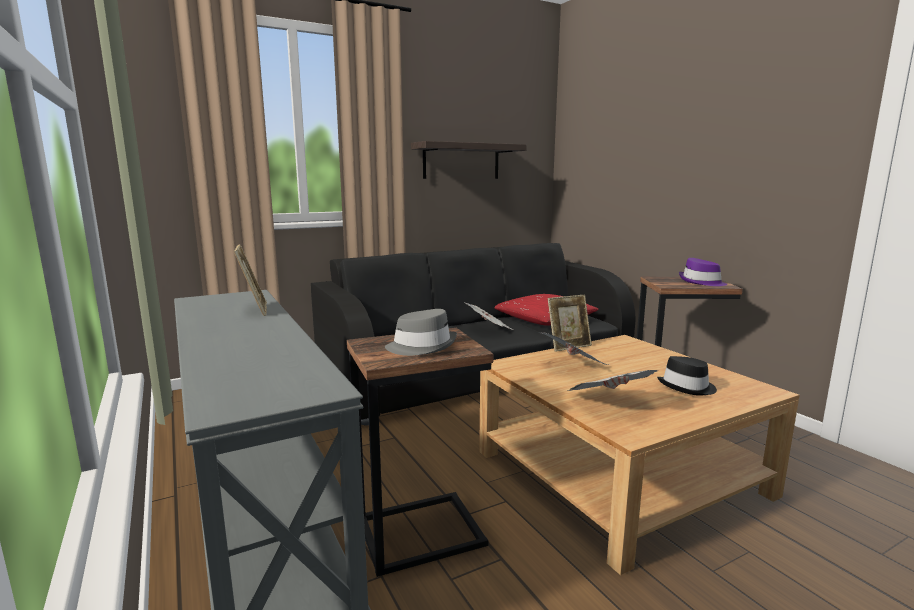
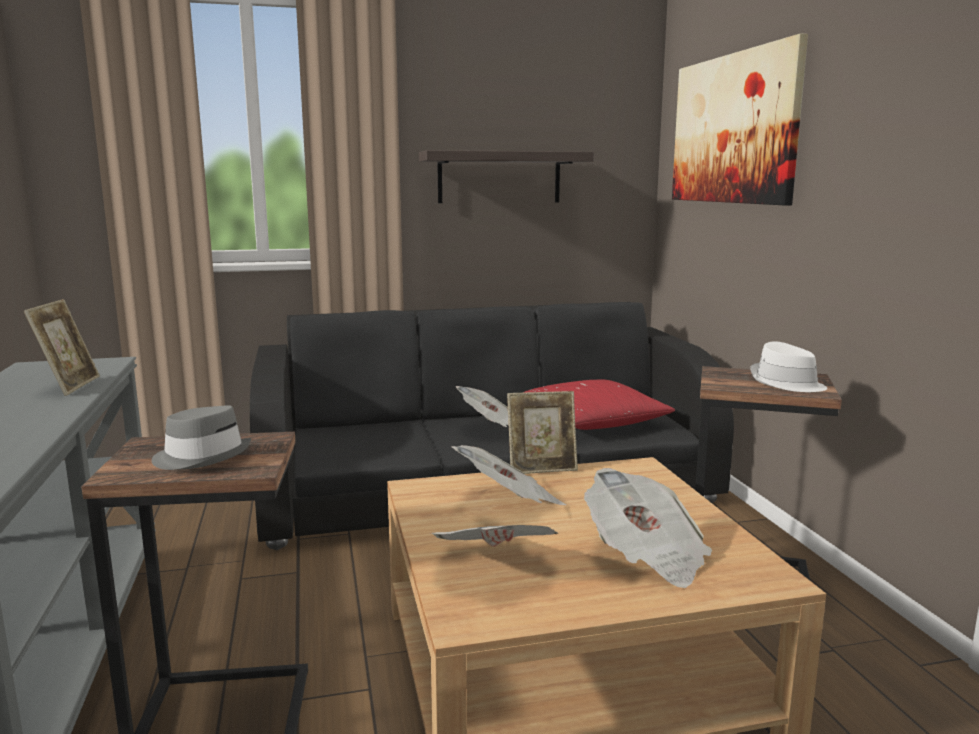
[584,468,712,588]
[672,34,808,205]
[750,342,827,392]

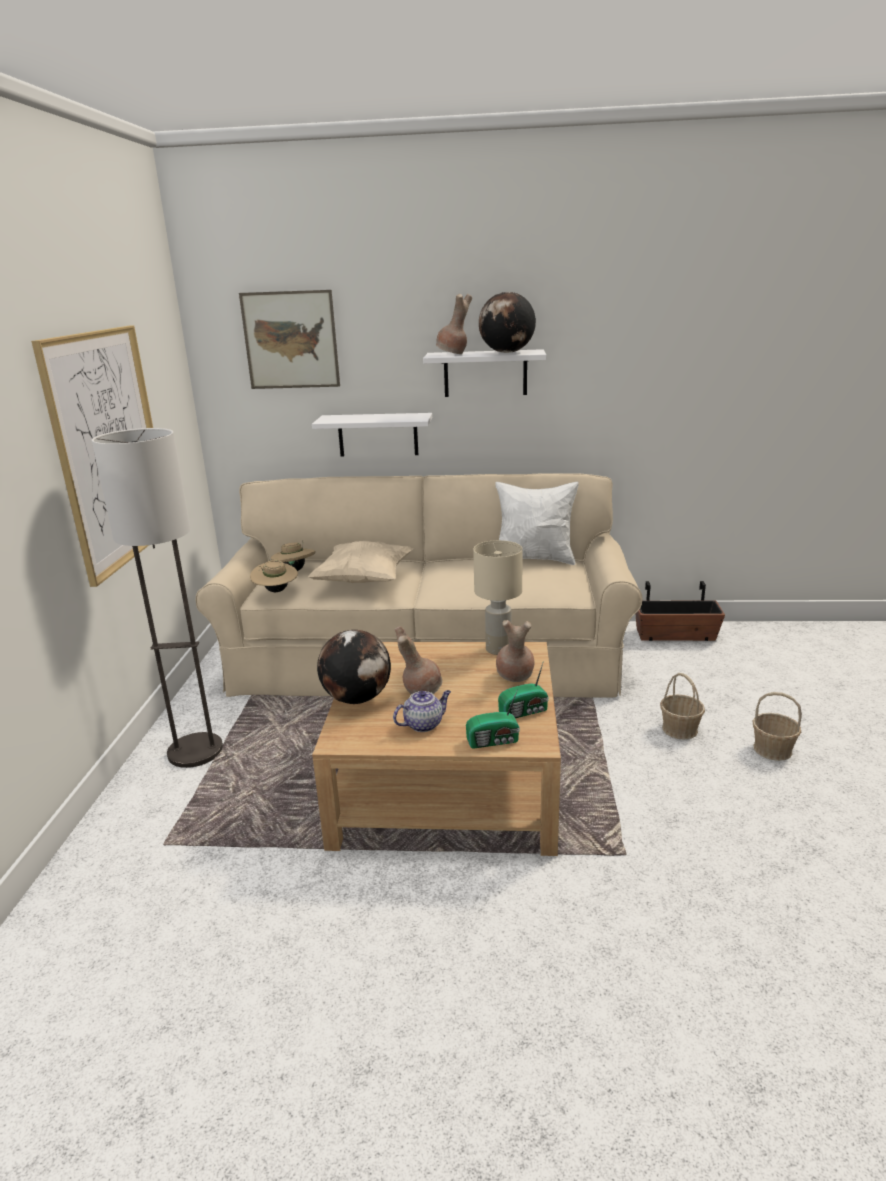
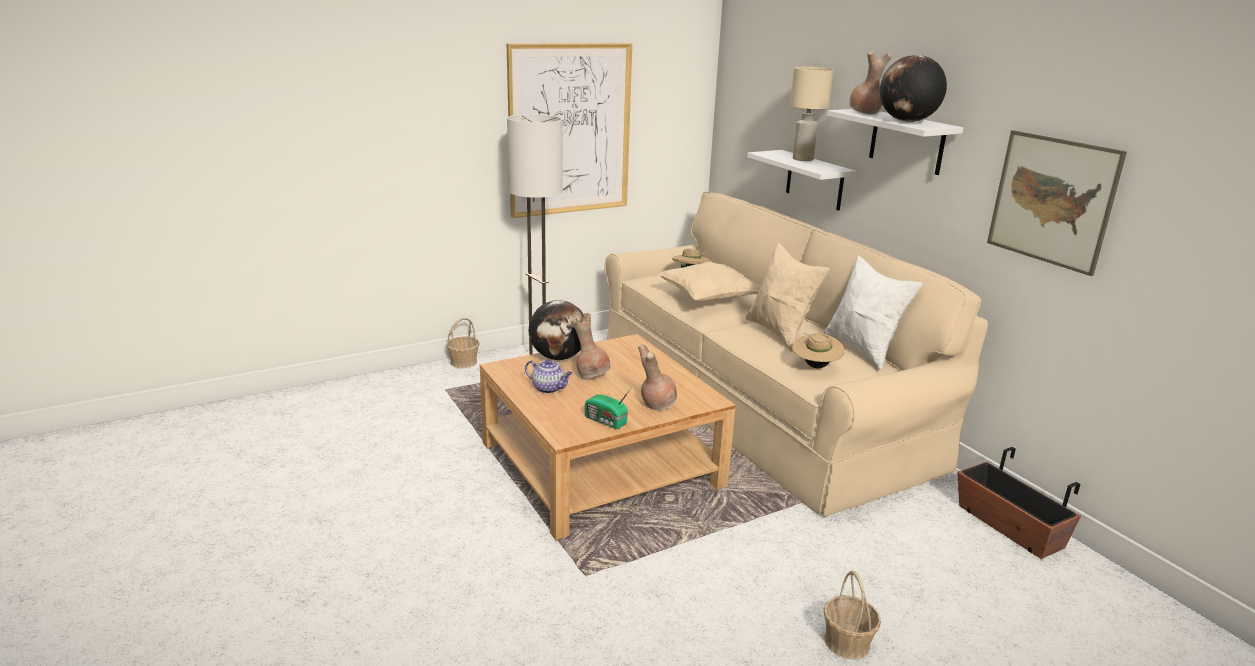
[446,318,480,368]
[746,242,830,352]
[790,67,834,161]
[792,333,844,368]
[987,130,1127,276]
[466,689,520,749] (first image)

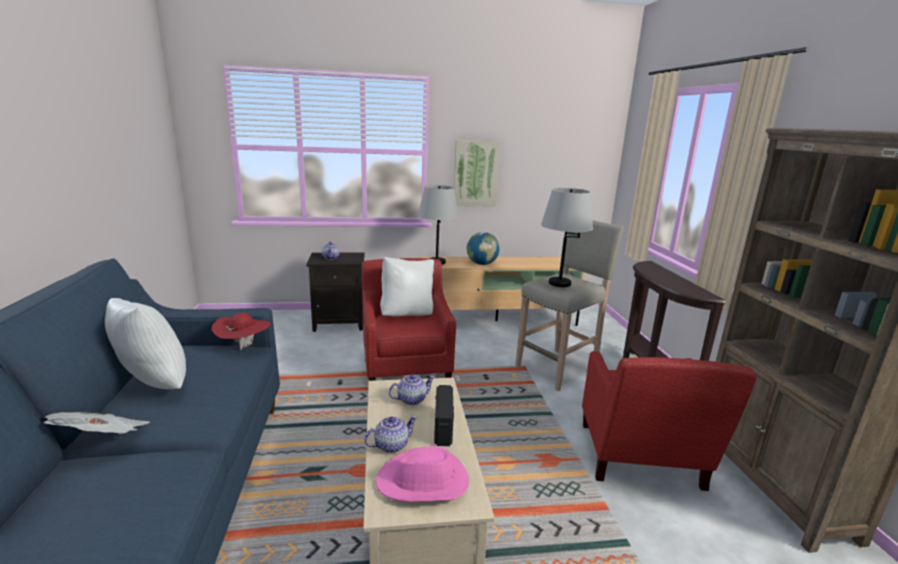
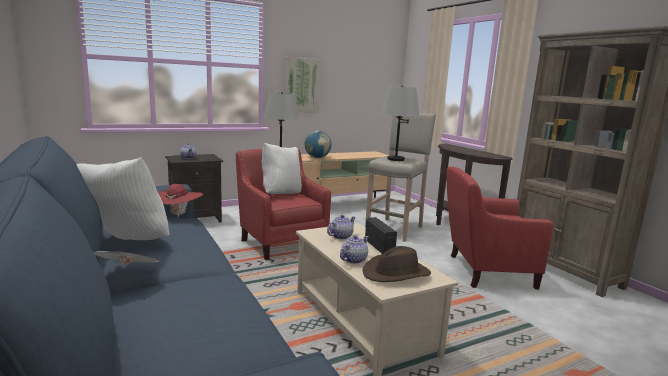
[362,246,431,282]
[446,166,553,289]

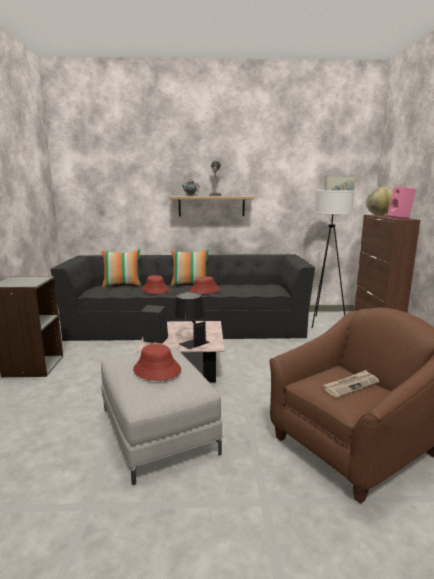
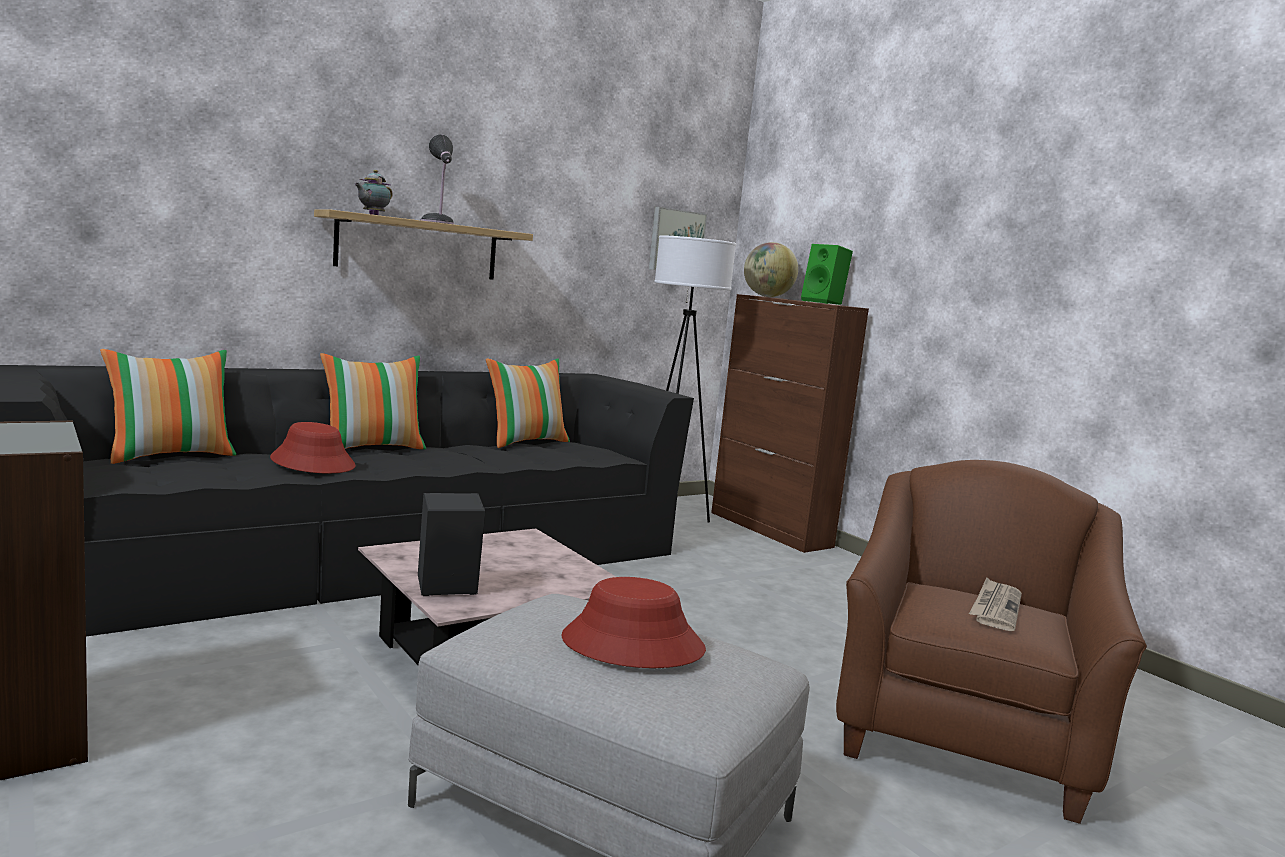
[486,359,570,448]
[801,244,853,305]
[174,292,210,349] (first image)
[189,276,220,295] (first image)

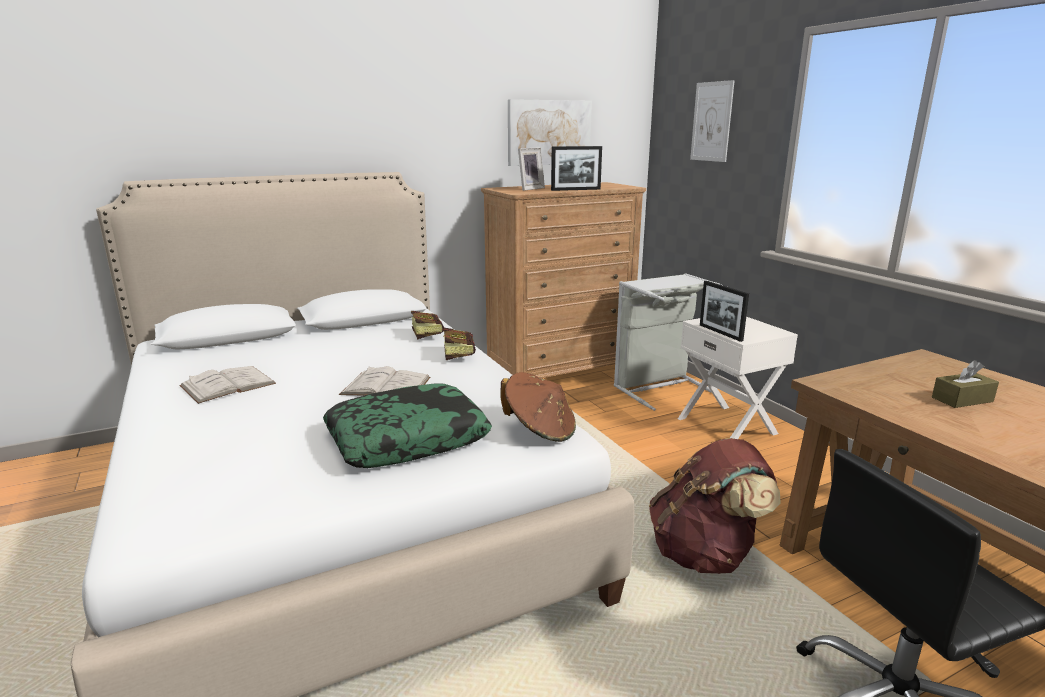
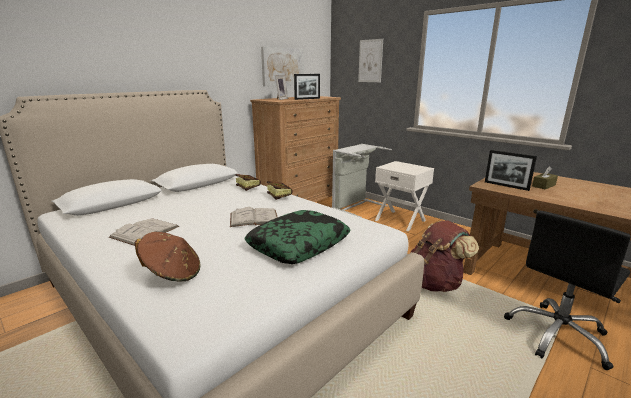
[135,232,201,281]
[485,150,537,191]

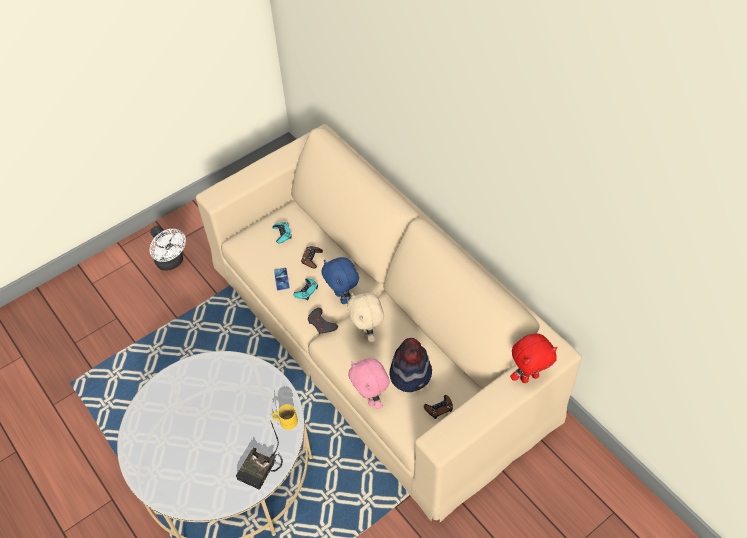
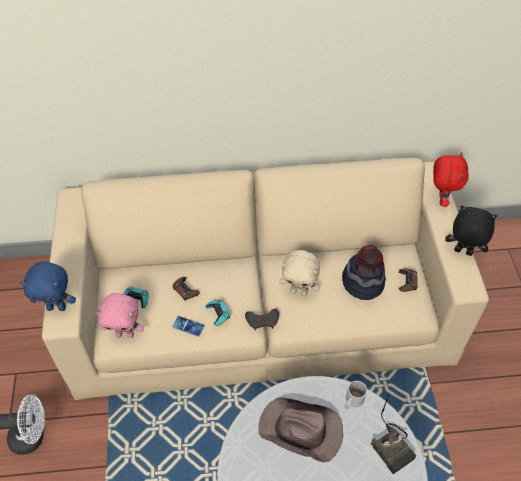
[20,262,76,311]
[96,293,144,338]
[259,397,343,463]
[345,381,367,409]
[445,206,497,256]

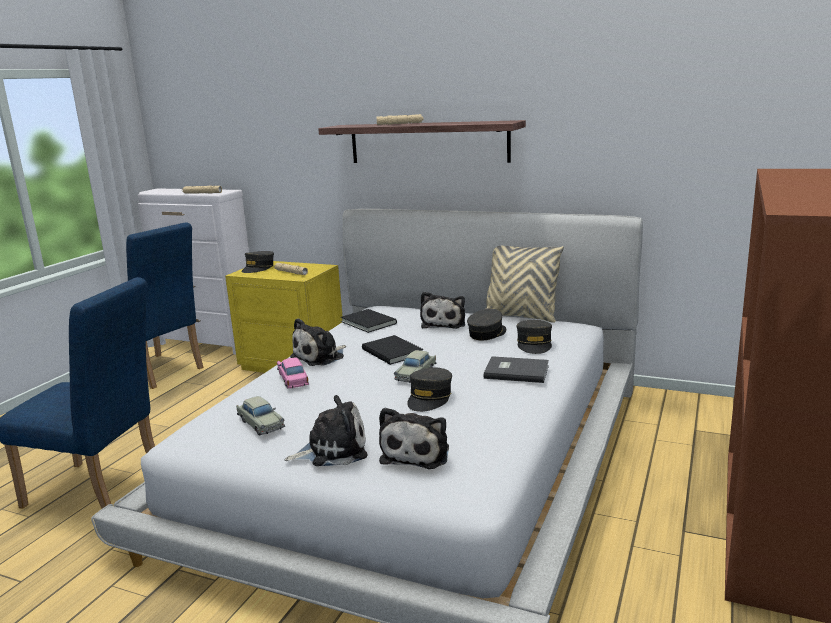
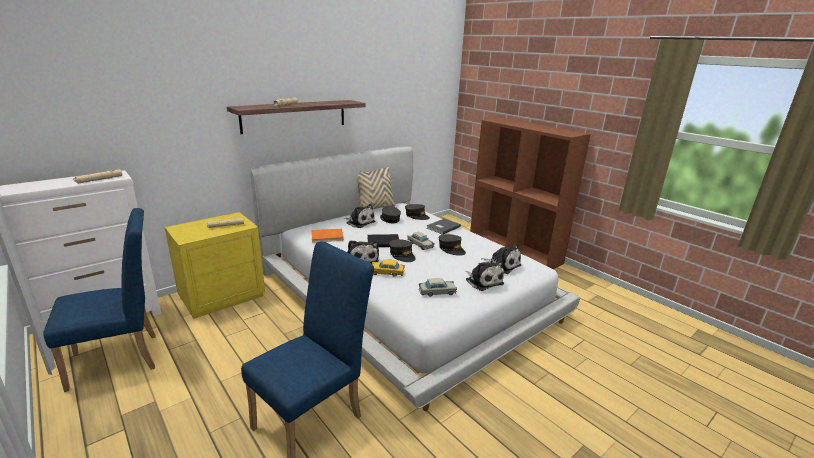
[311,229,344,242]
[372,259,405,277]
[389,239,416,262]
[465,260,504,291]

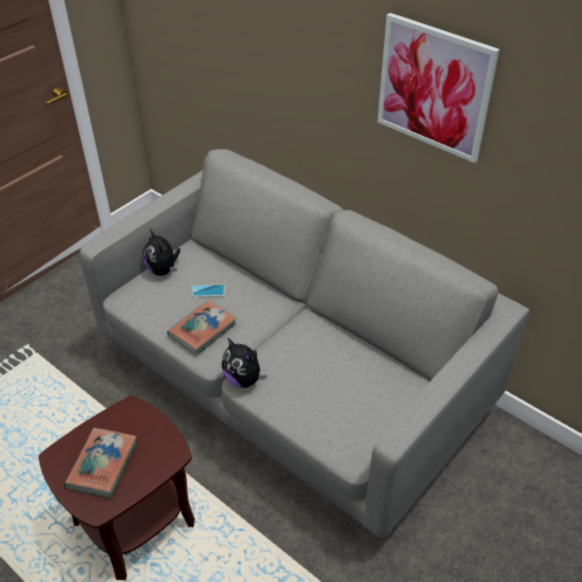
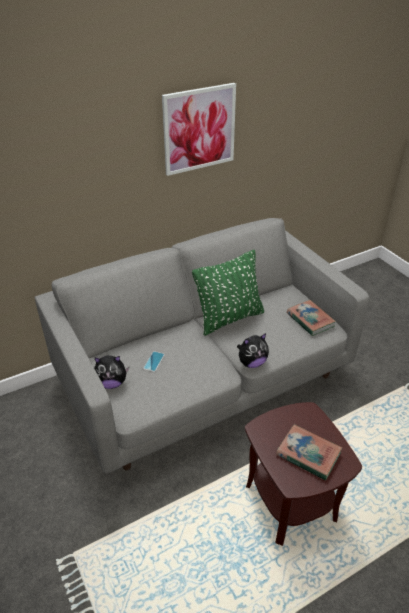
[192,250,264,336]
[287,300,336,336]

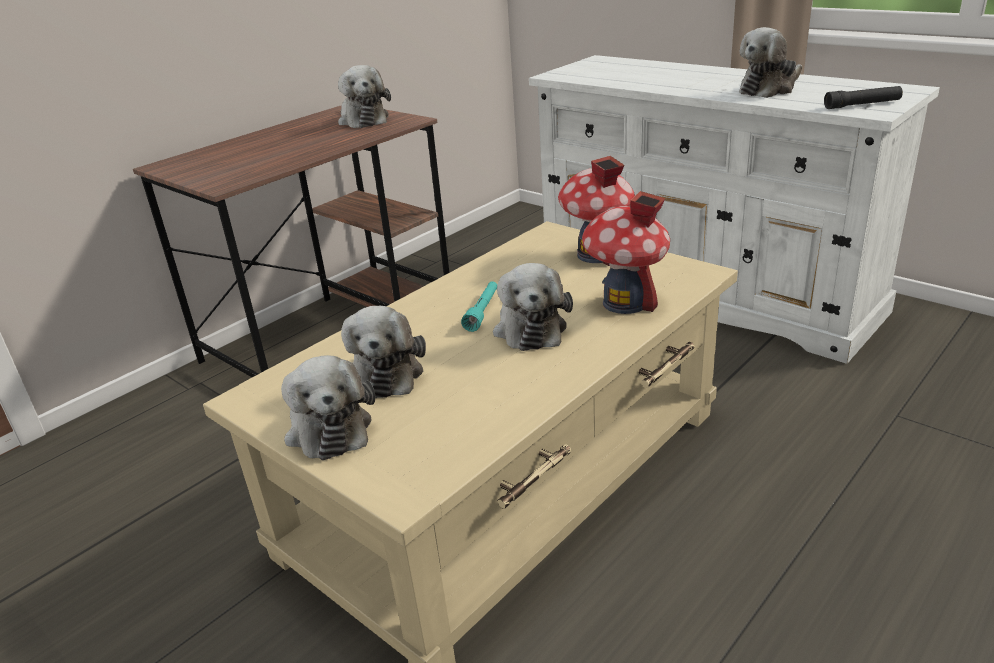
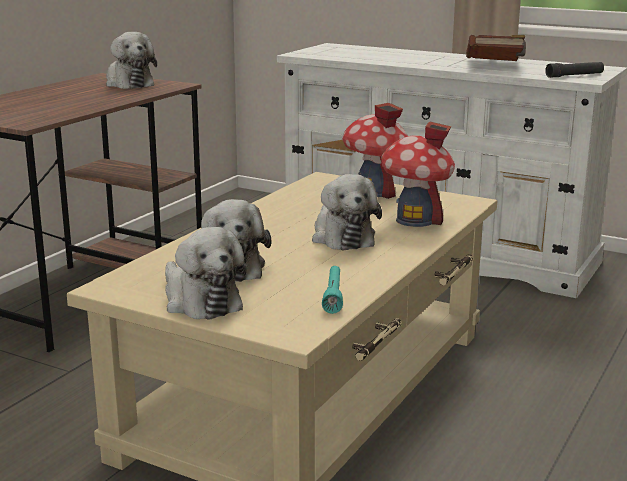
[322,266,343,314]
[466,35,526,61]

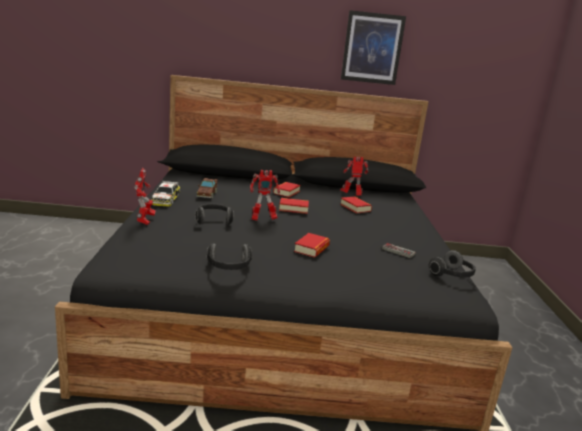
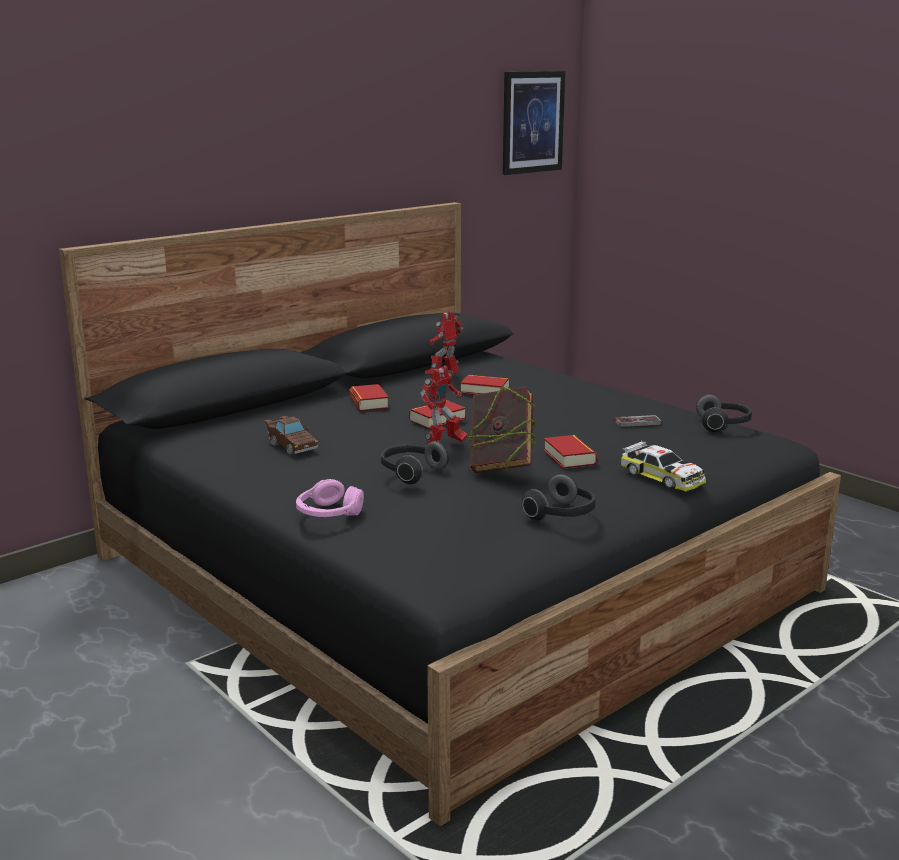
[296,479,364,517]
[468,385,536,473]
[503,71,565,175]
[621,441,706,492]

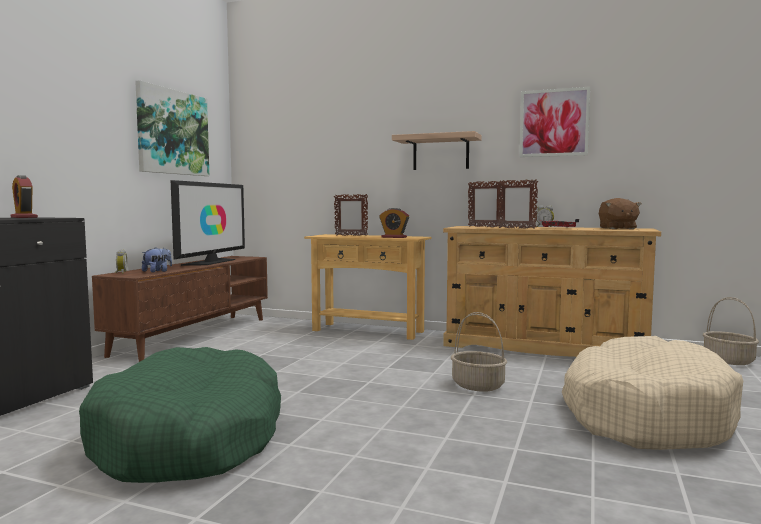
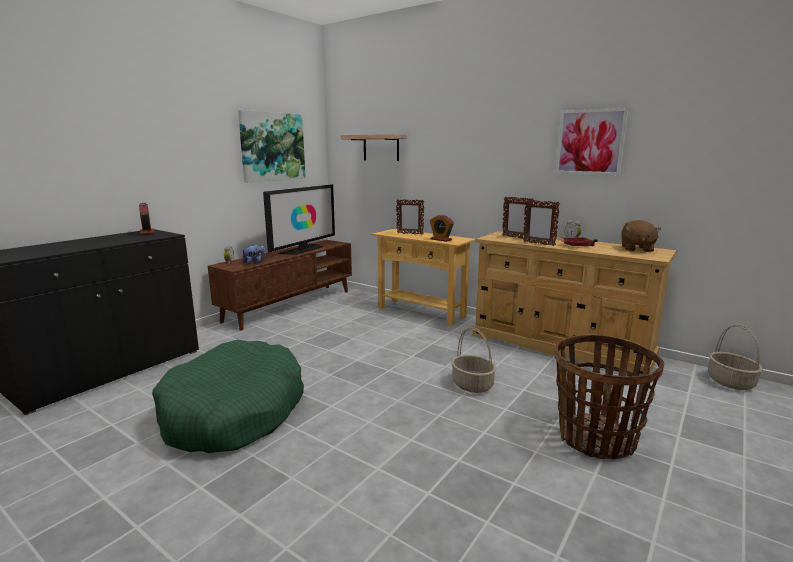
[340,134,407,161]
[555,334,664,459]

